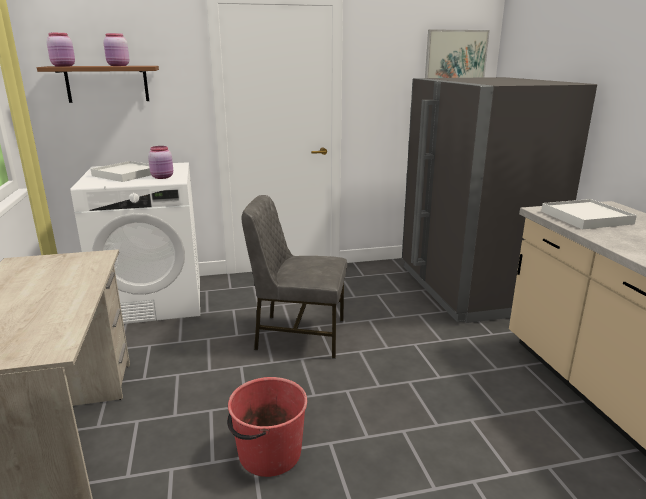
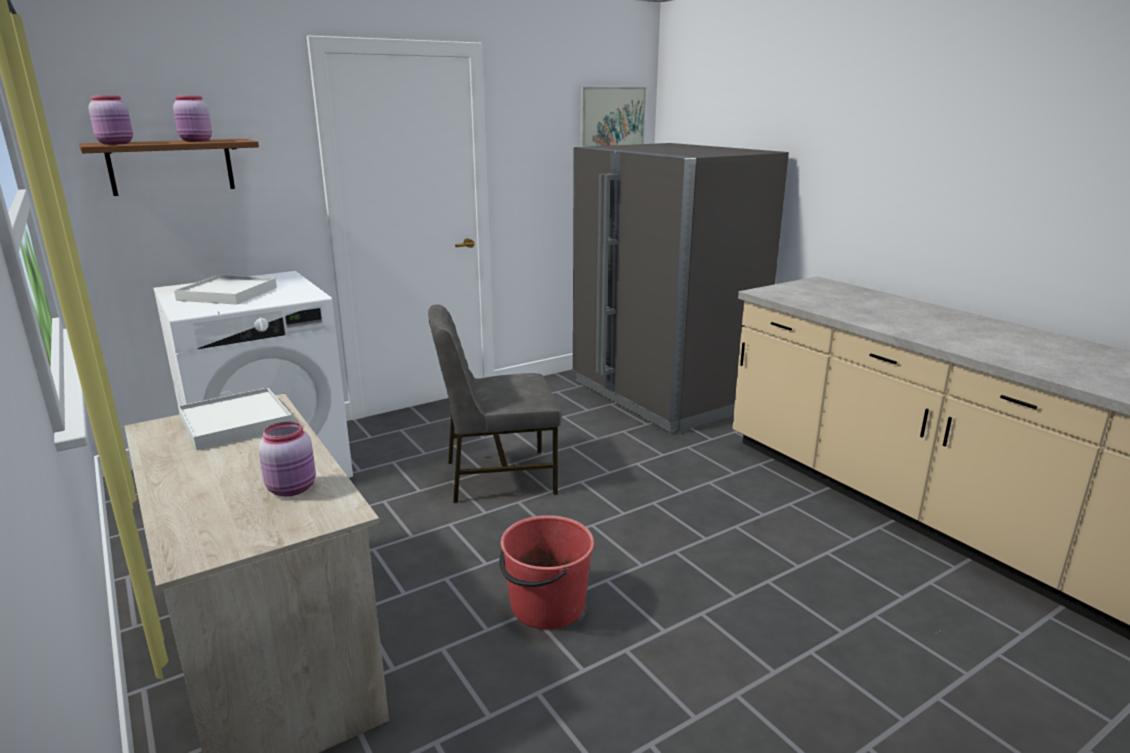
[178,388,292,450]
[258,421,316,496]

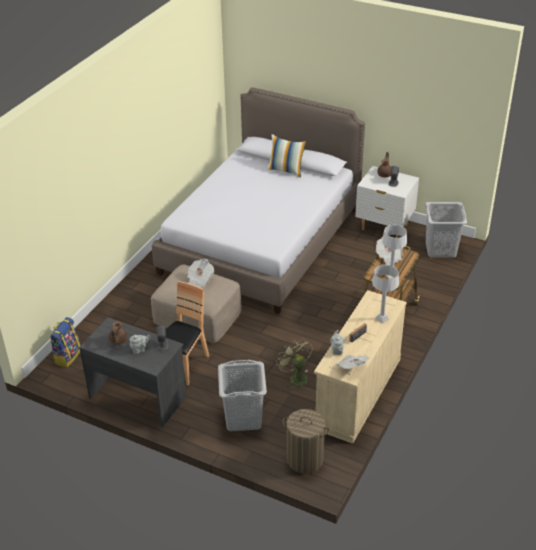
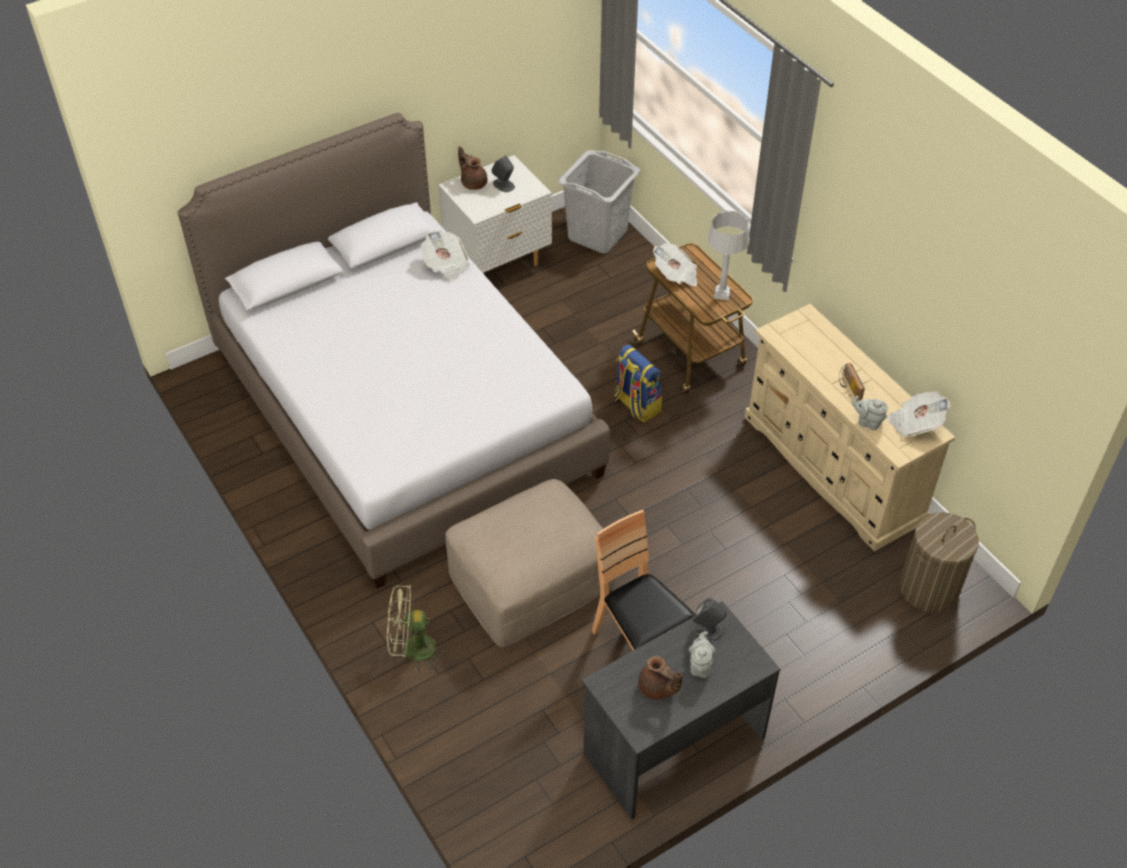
[387,584,446,672]
[420,230,470,282]
[614,344,662,422]
[218,360,267,431] (first image)
[267,134,306,177] (first image)
[372,264,399,323] (first image)

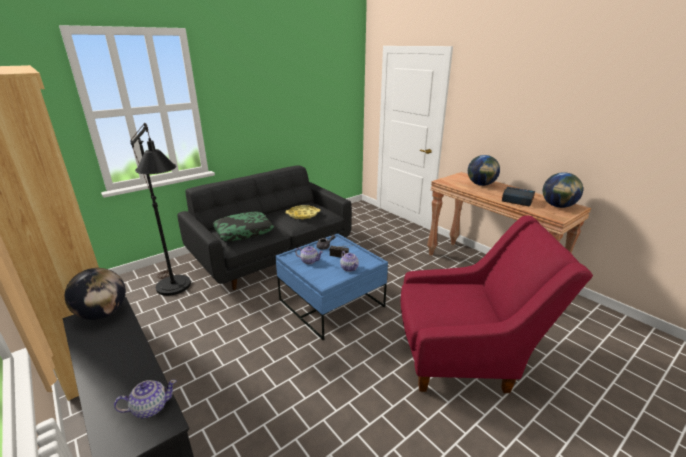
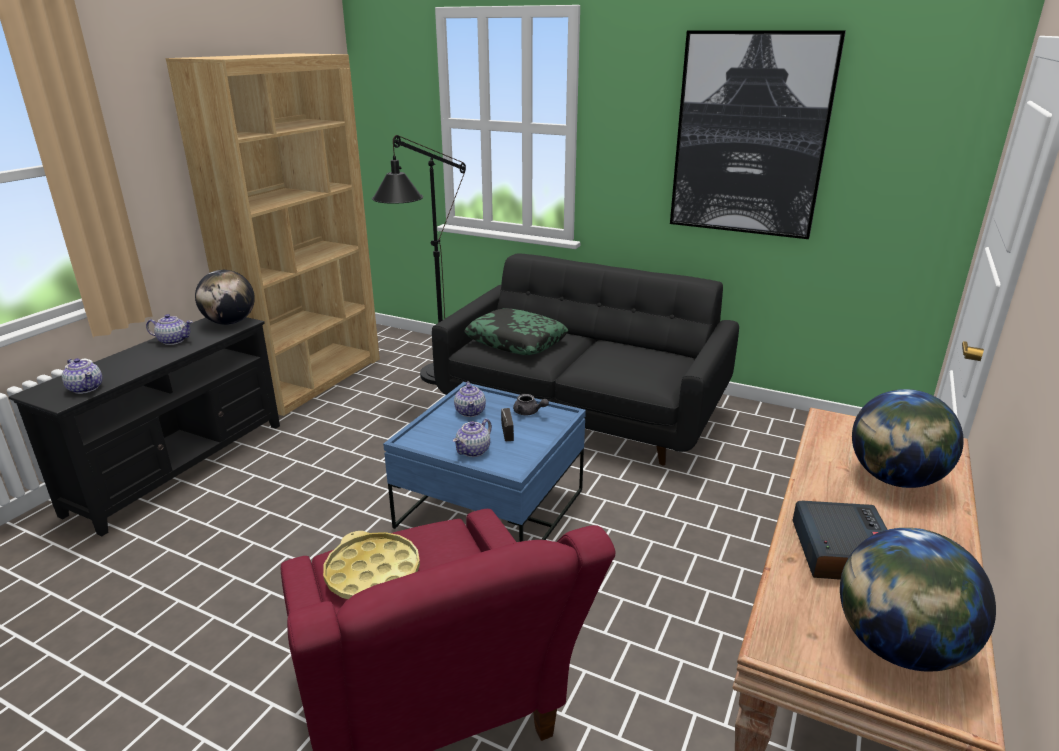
[146,314,193,345]
[323,531,420,599]
[670,30,846,239]

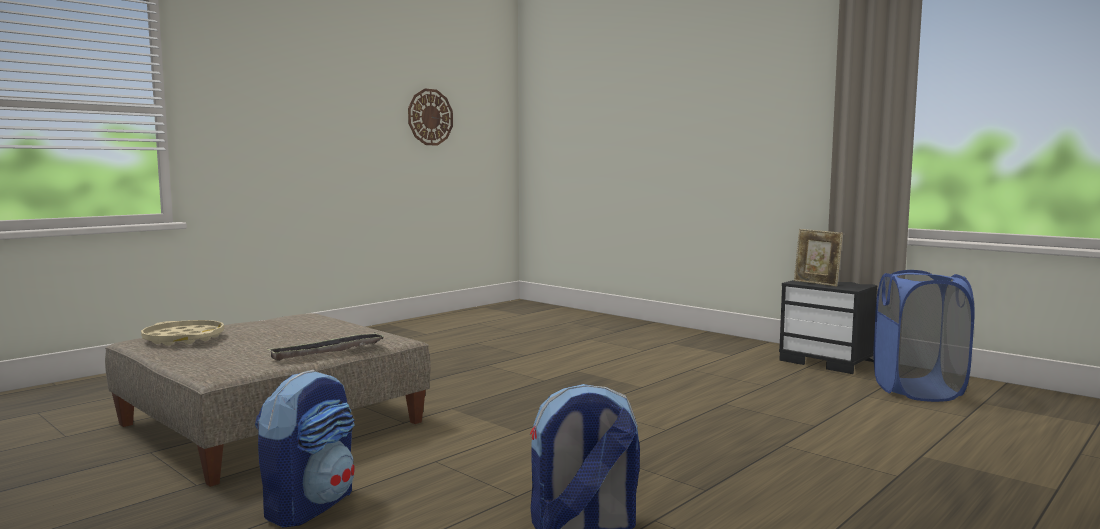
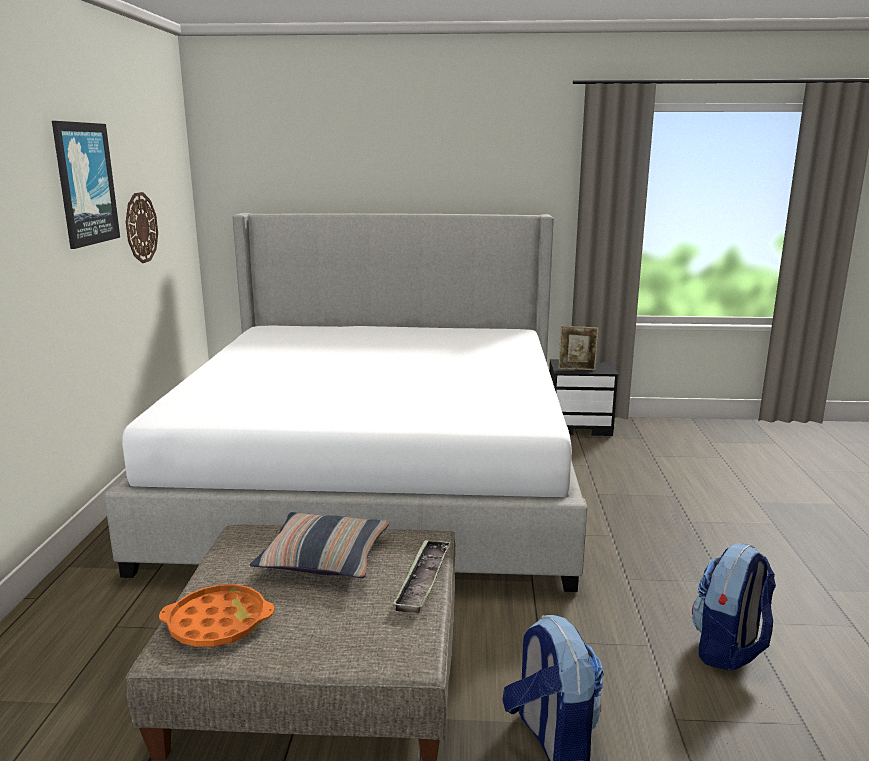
[52,121,120,249]
[104,213,587,592]
[159,584,274,647]
[250,512,390,578]
[873,270,975,402] (first image)

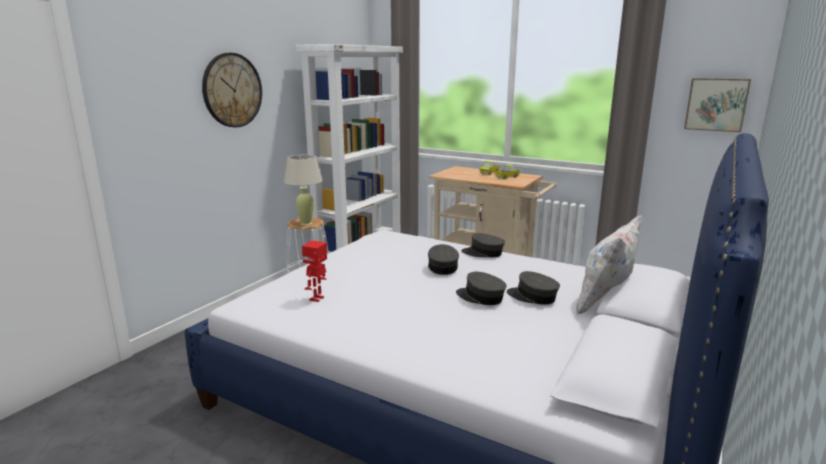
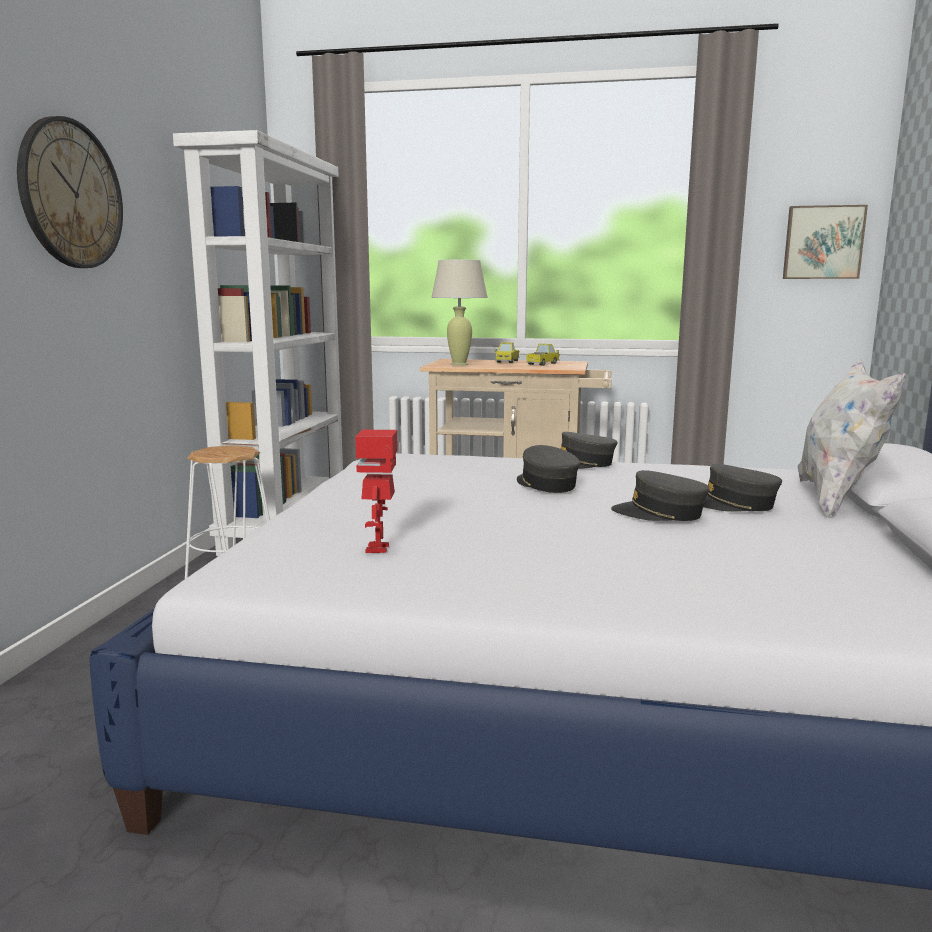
[431,260,488,366]

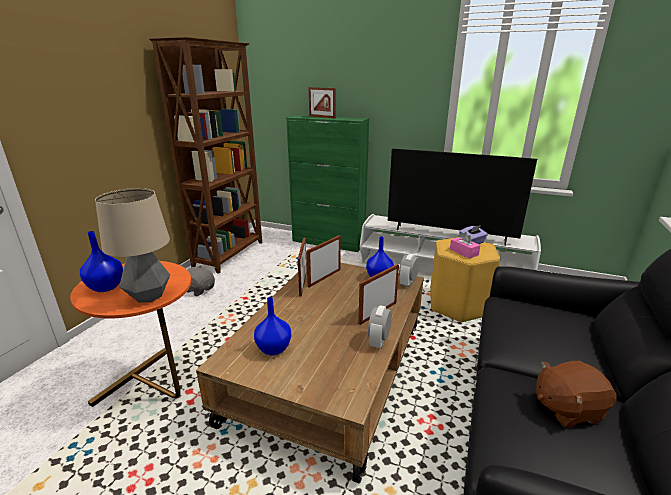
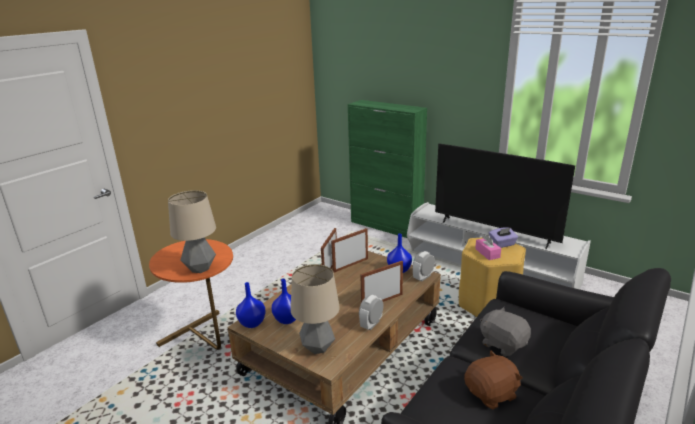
[236,282,266,328]
[291,264,340,354]
[464,351,523,409]
[480,307,531,356]
[149,37,262,274] (first image)
[309,87,336,118] (first image)

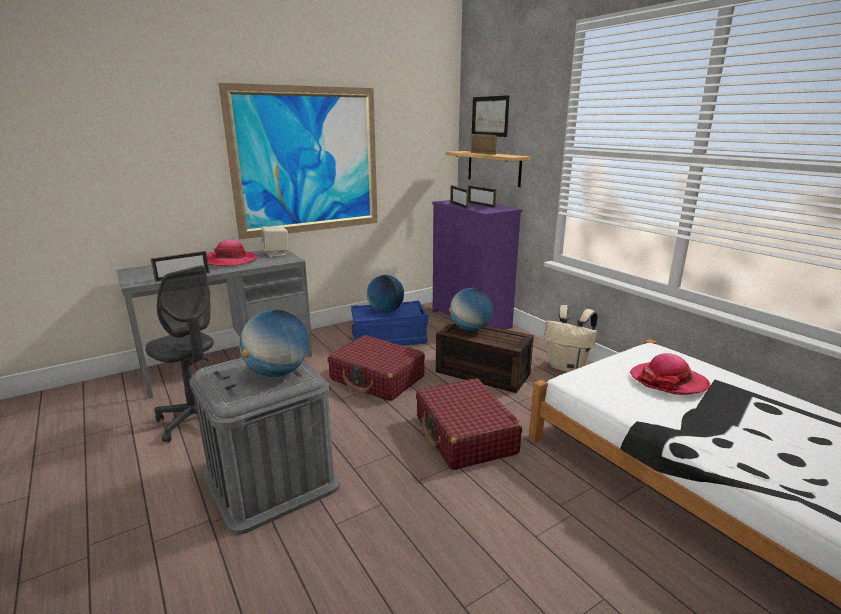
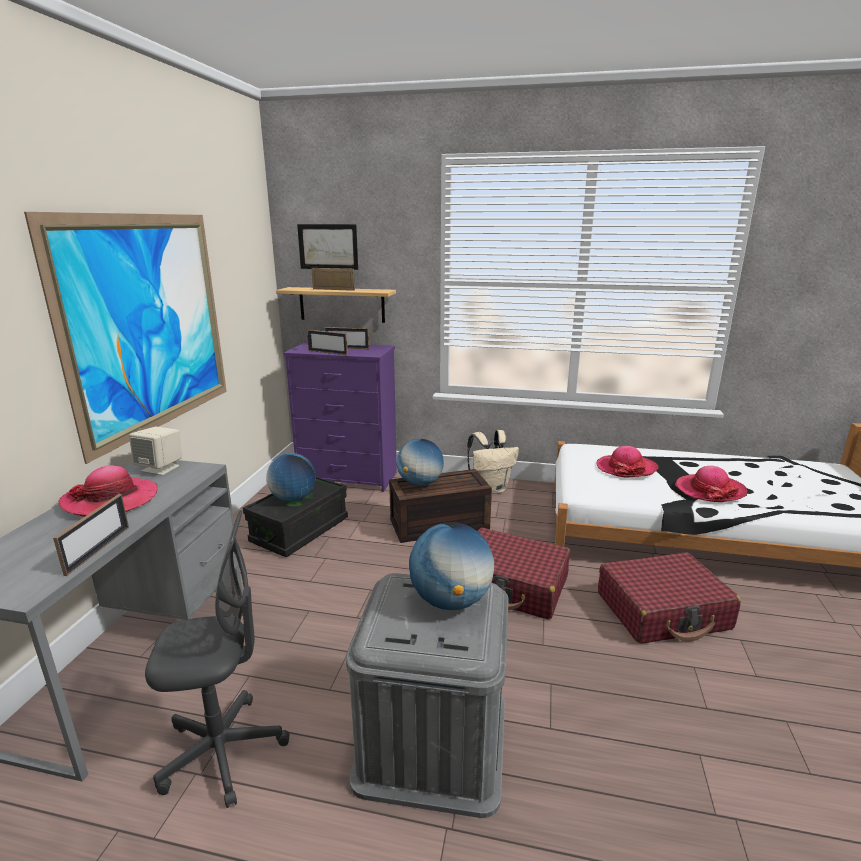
[243,476,348,557]
[598,552,741,644]
[675,466,747,502]

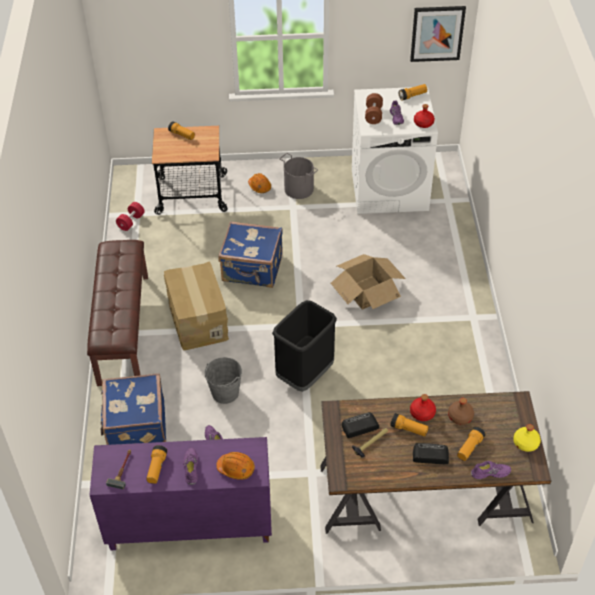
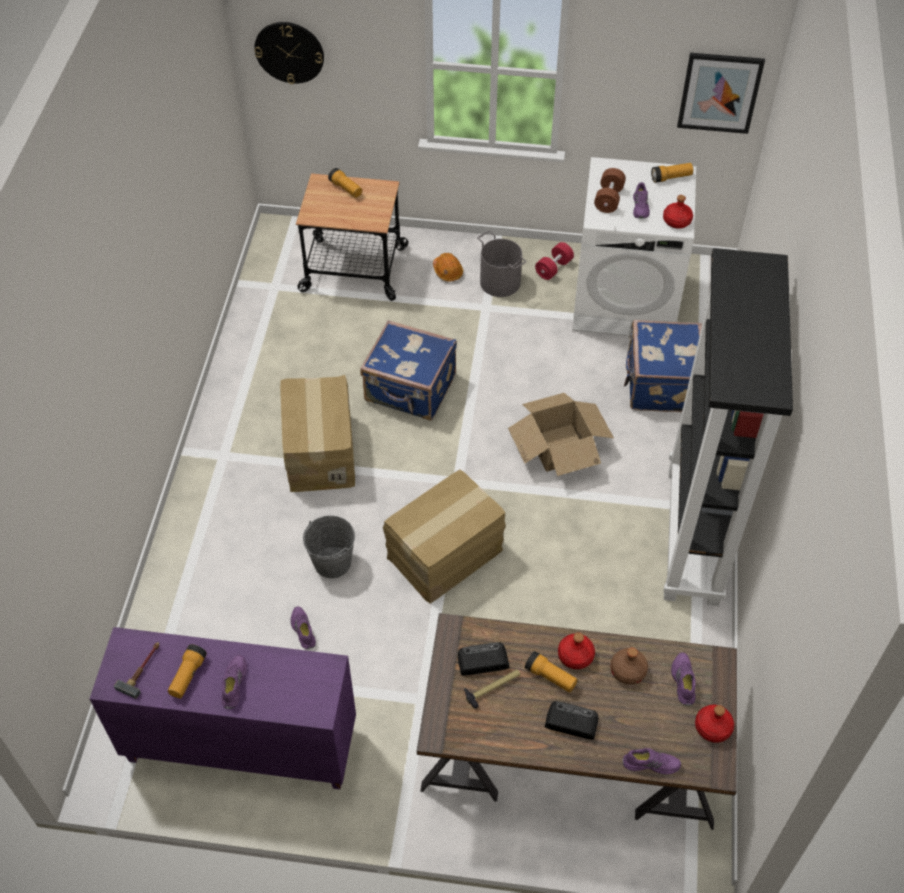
[254,22,324,84]
[383,470,506,603]
[535,242,574,280]
[624,320,702,412]
[663,248,793,606]
[671,652,696,706]
[695,705,734,743]
[87,240,148,386] (first image)
[216,452,255,480] (first image)
[457,427,486,461] (first image)

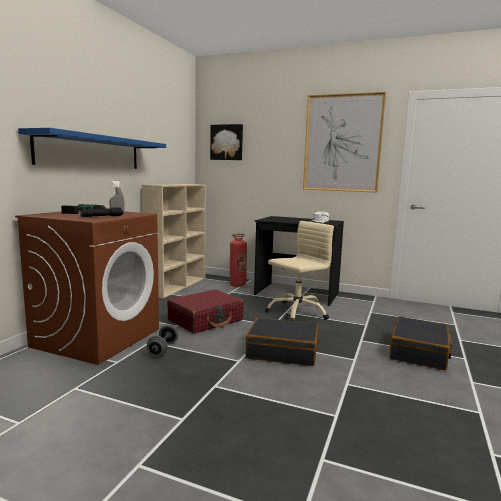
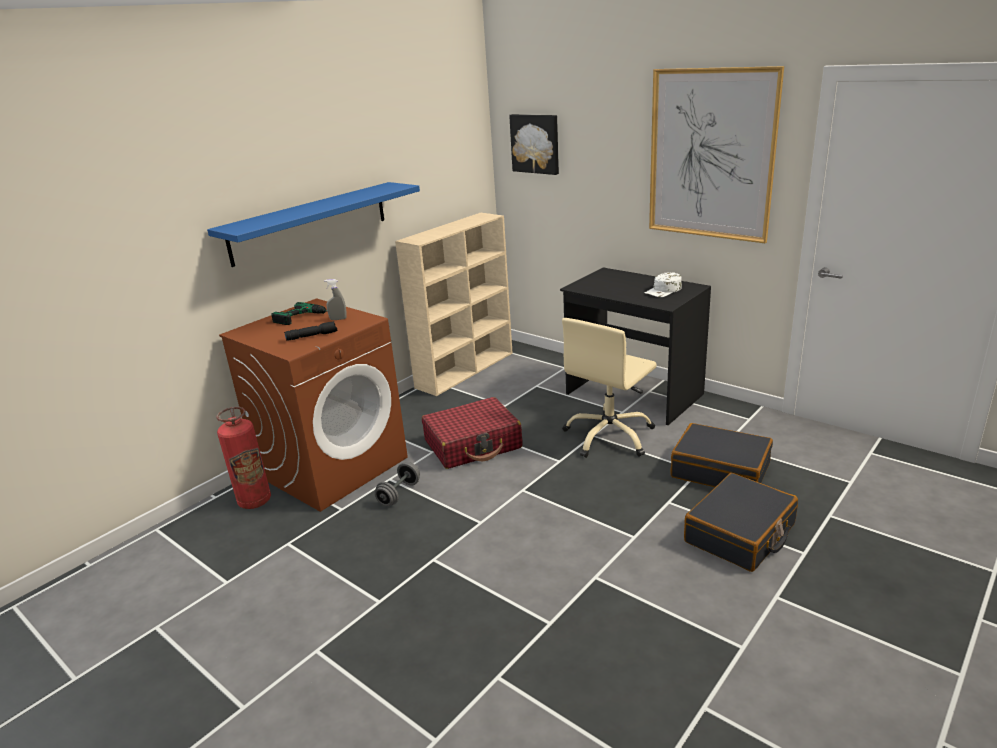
[216,407,271,509]
[562,318,657,458]
[670,423,773,487]

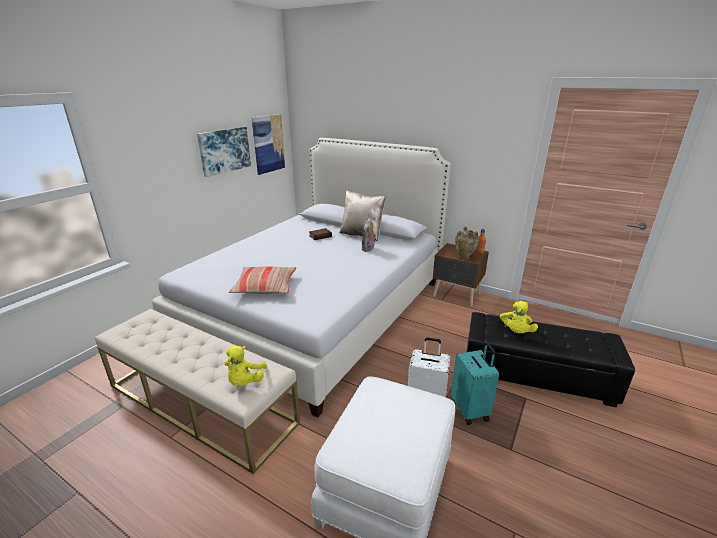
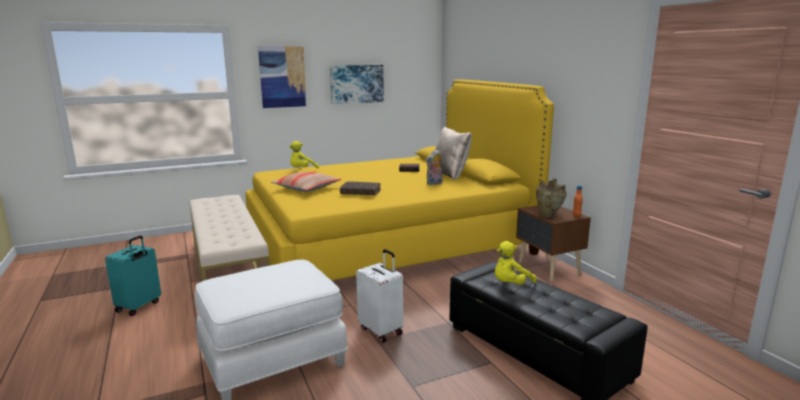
[105,236,161,316]
[246,79,554,280]
[258,46,307,108]
[289,141,319,169]
[340,181,381,195]

